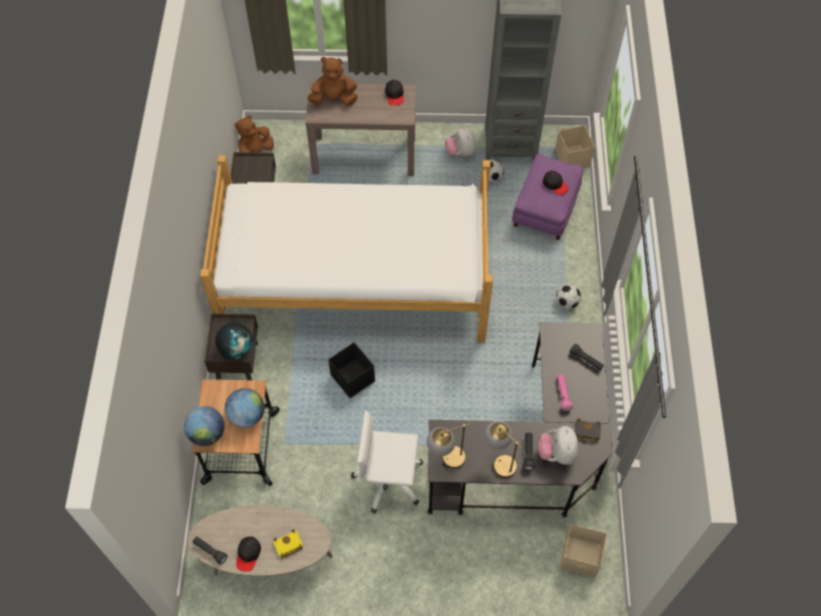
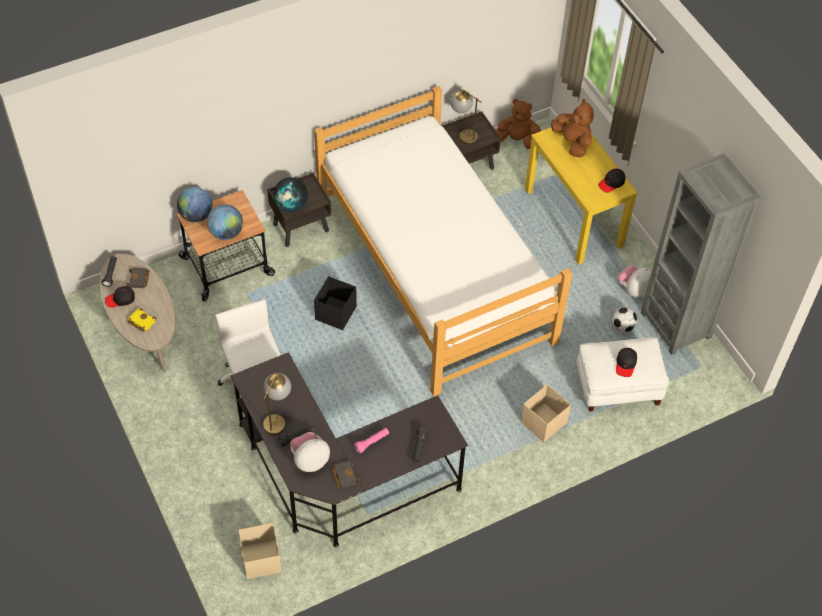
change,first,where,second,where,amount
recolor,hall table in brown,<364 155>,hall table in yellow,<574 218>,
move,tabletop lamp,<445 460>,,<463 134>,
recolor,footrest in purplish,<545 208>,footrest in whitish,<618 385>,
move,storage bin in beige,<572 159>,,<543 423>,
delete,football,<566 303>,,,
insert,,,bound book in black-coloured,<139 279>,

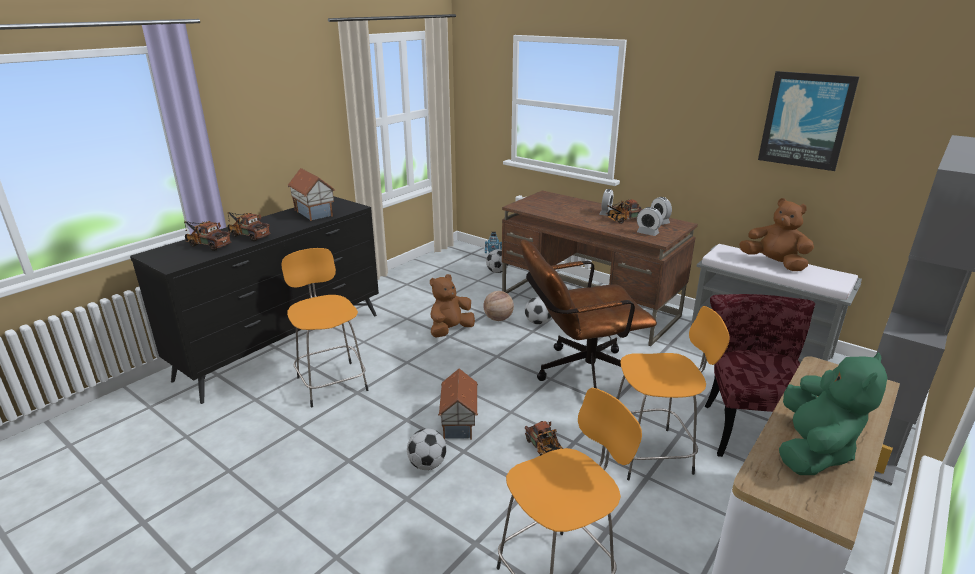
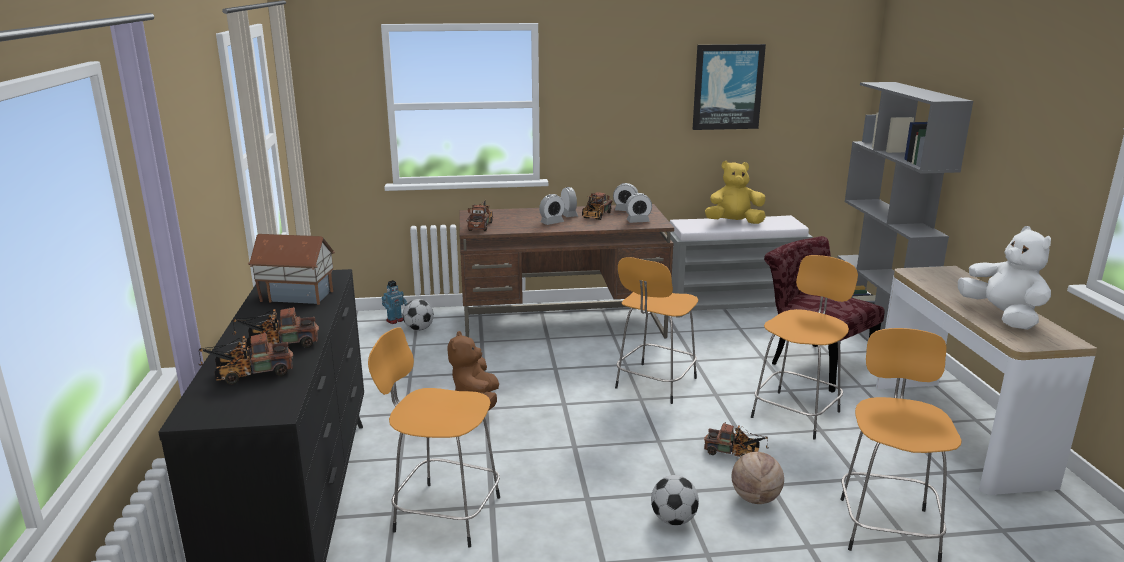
change,first,where,second,where,amount
delete,toy house,<460 423>,,,
move,basketball,<498 319>,,<755 499>,
replace,desk chair in brown,<579 374>,sitting stool in orange-coloured,<654 384>,
delete,football,<538 322>,,,
recolor,cuddly toy in brown,<774 263>,cuddly toy in yellow,<734 223>,
recolor,cuddly toy in green-coloured,<813 450>,cuddly toy in whitish,<1002 316>,
insert,,,toy lorry,<481 225>,
insert,,,bedside clock,<552 222>,

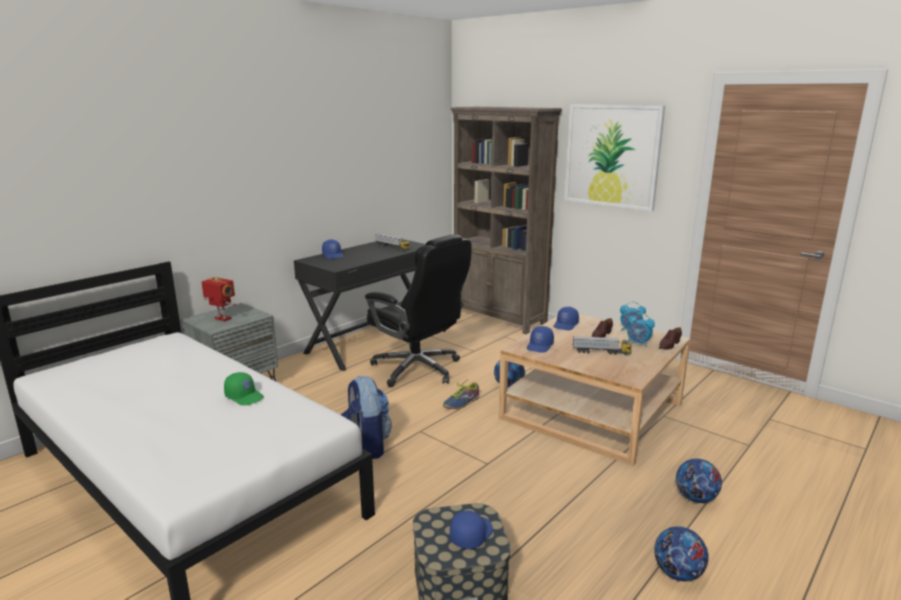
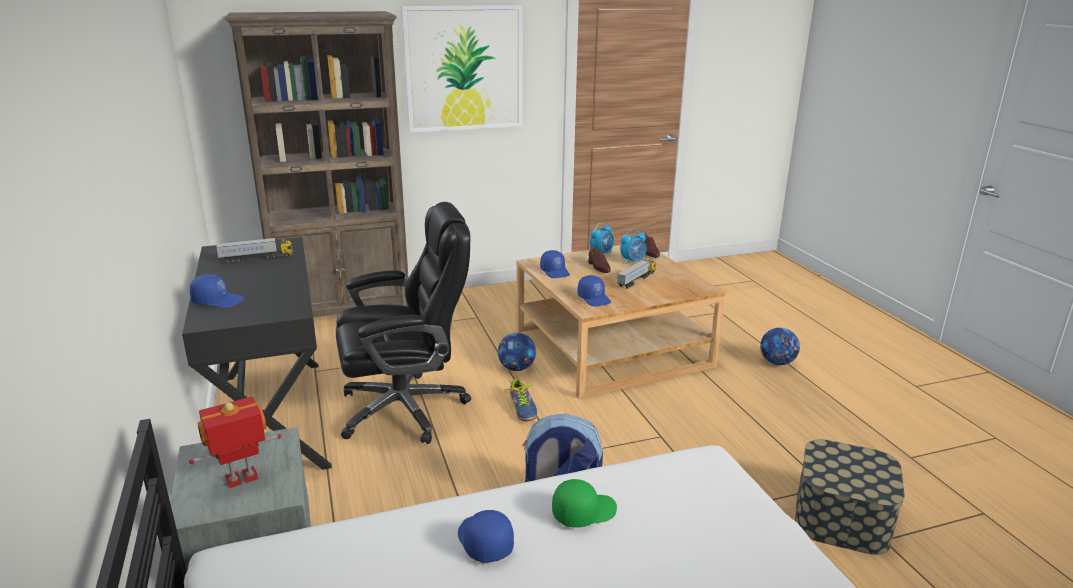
change,first,where,second,where,amount
move,cap in bluish,<471 534>,,<483 542>,
delete,football,<677 573>,,,

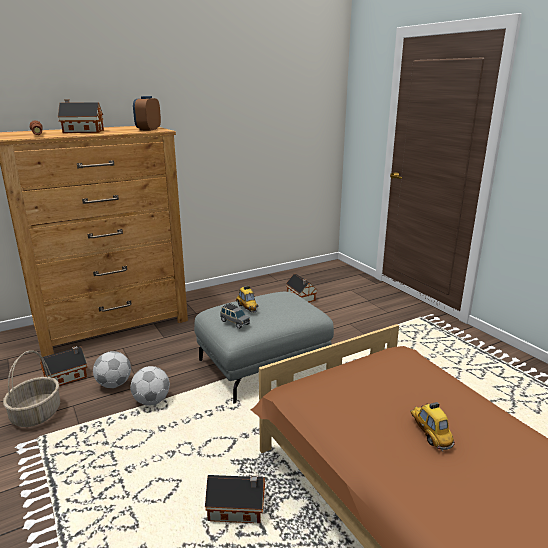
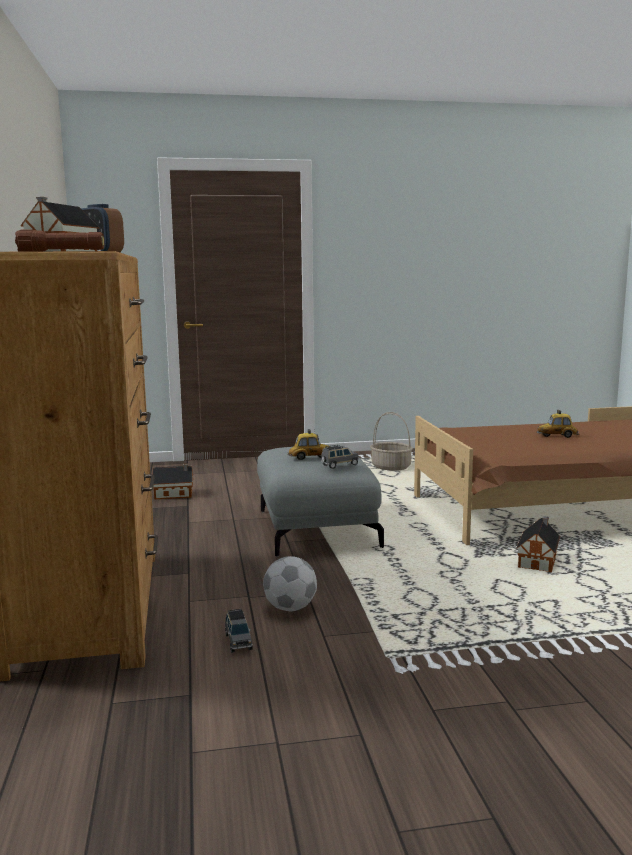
change,first,where,second,where,amount
move,basket,<36 414>,,<391 467>,
replace,toy house,<67 376>,miniature car in gray,<238 641>,
delete,football,<151 401>,,,

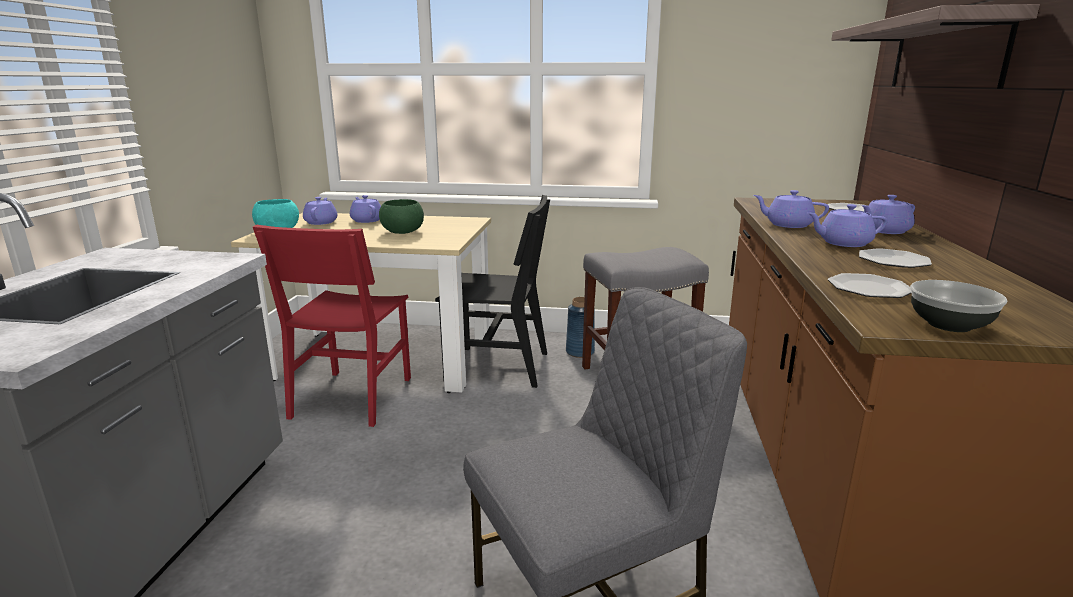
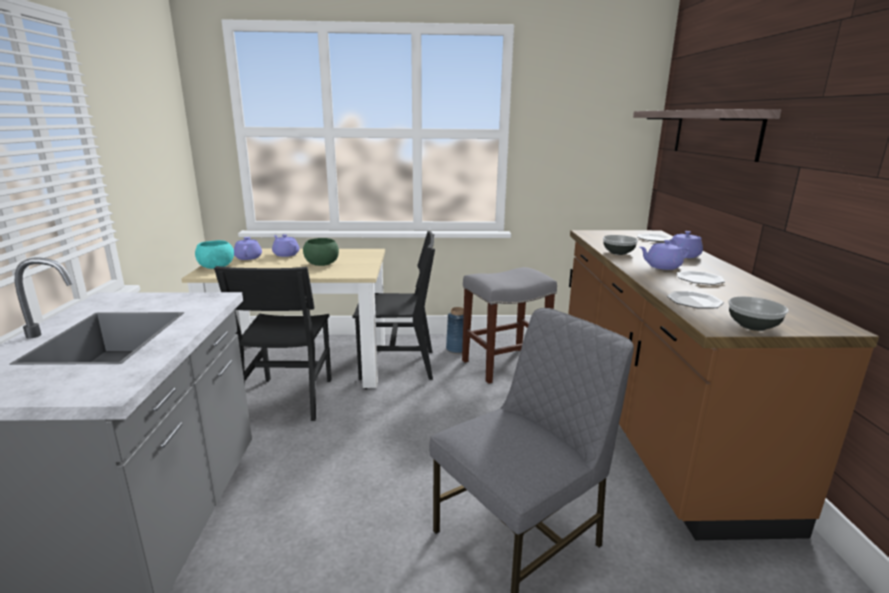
change,first,where,second,where,amount
recolor,chair in red-coloured,<352 397>,chair in black-coloured,<288 398>,
replace,pot for tea in purplish,<787 225>,serving bowl,<618 253>,

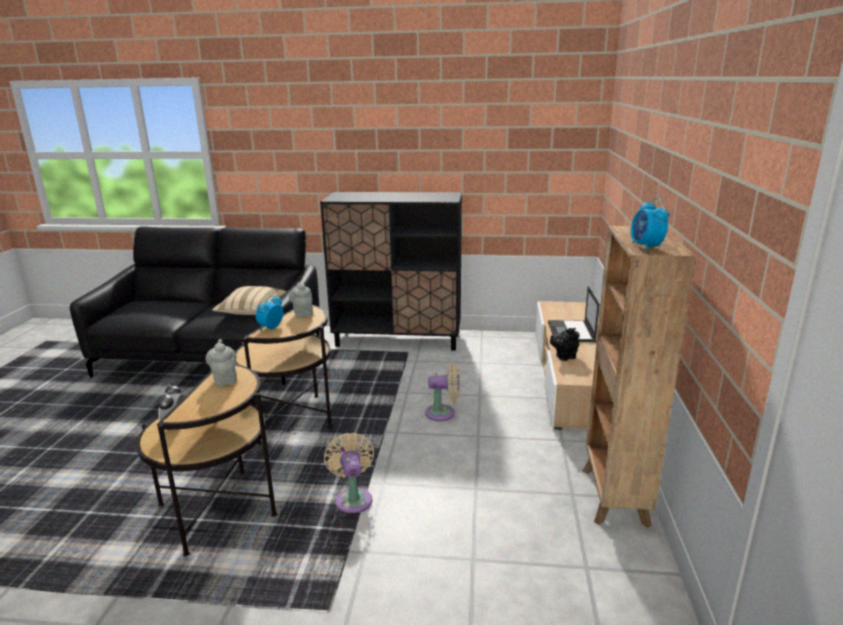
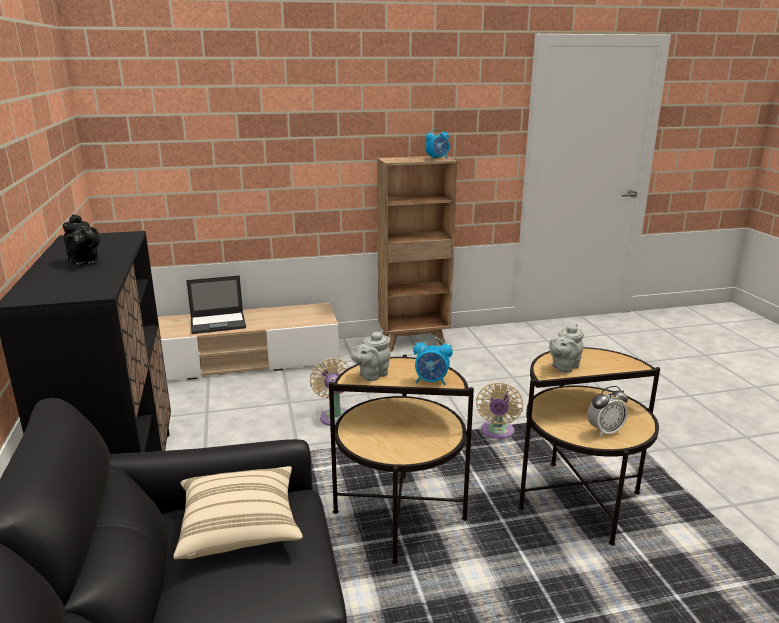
change,first,where,second,where,amount
rotate,cooling fan in beige,<353 498>,,<497 433>,45 degrees counterclockwise
move,pot for tea in black-coloured,<564 357>,,<84 262>,

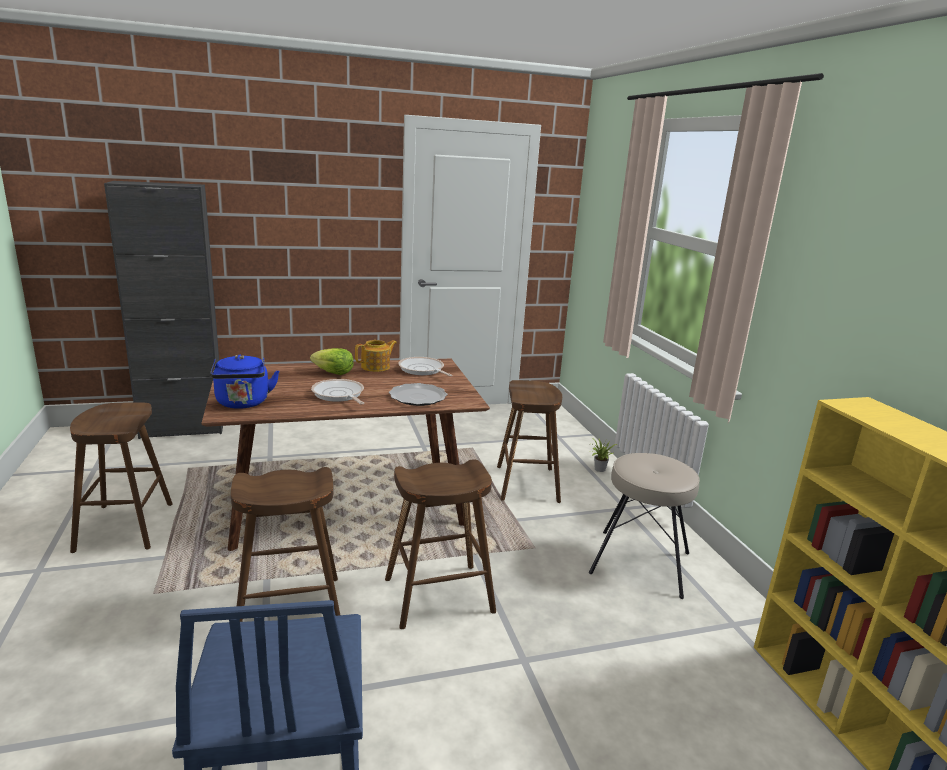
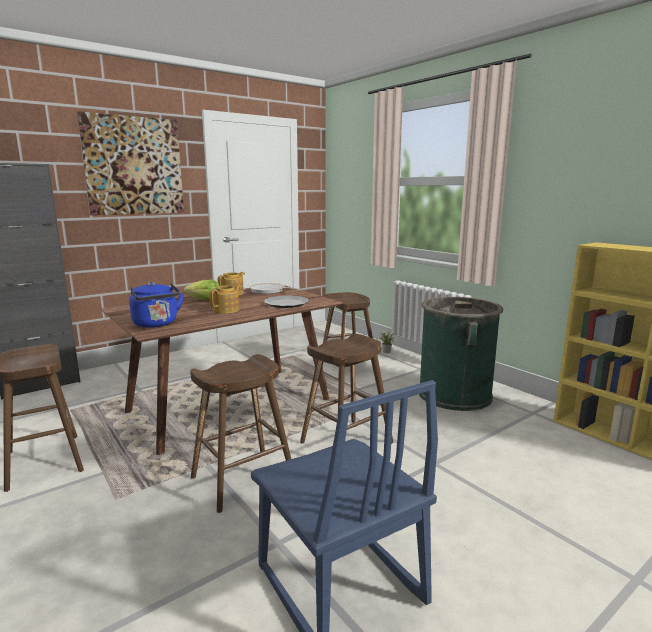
change,first,where,second,where,amount
replace,skillet,<339 395>,pot for tea,<227 310>,
replace,sitting stool in beige,<640 562>,rubbish bin in green-coloured,<454 394>,
insert,,,picture,<134 166>,

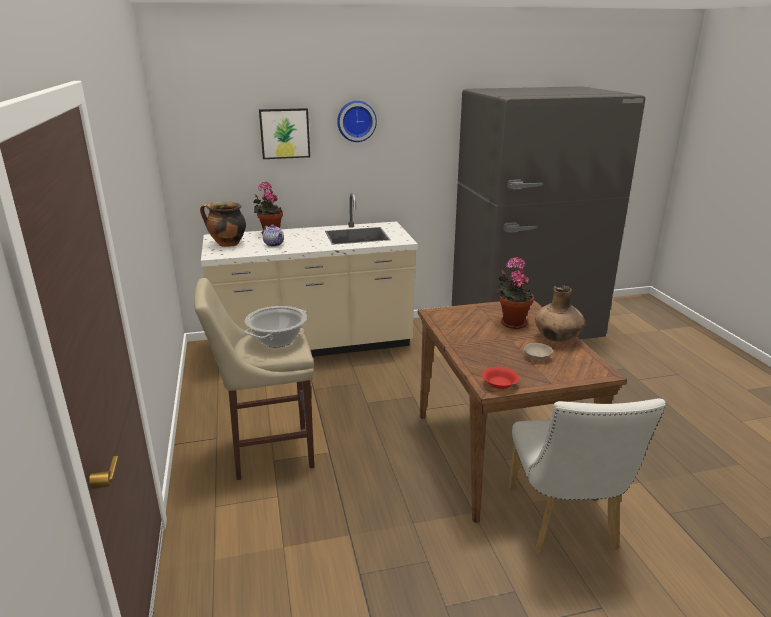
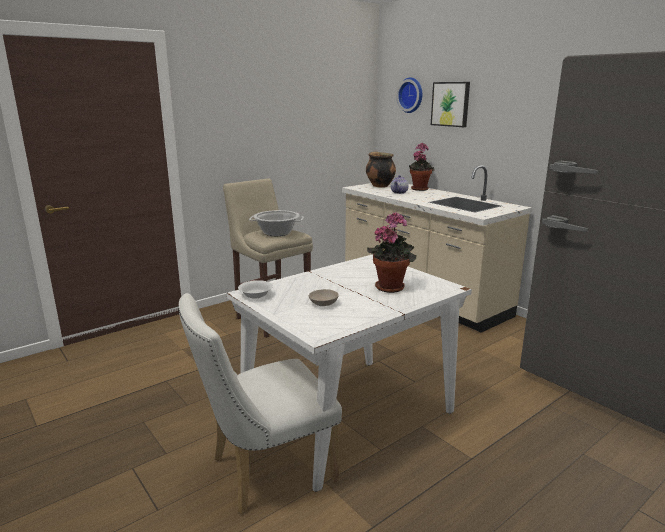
change,first,where,second,where,amount
move,wall clock,<356 121>,,<411 95>,
recolor,dinner table in brown,<499 452>,dinner table in whitish,<349 414>,
recolor,serving bowl in red-coloured,<499 384>,serving bowl in whitish,<256 295>,
delete,decorative vase in brown,<557 339>,,,

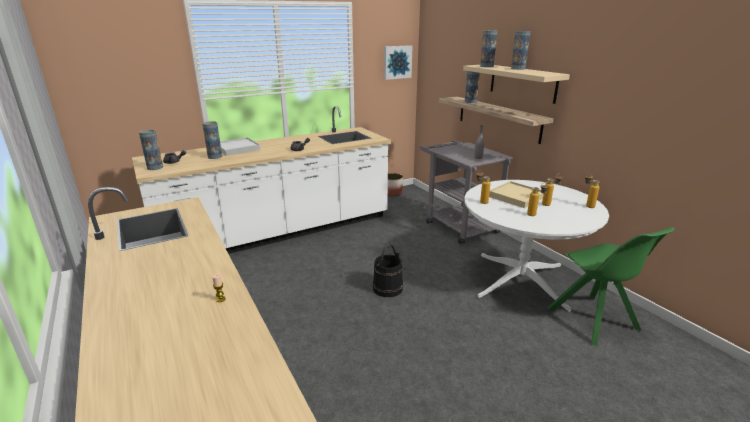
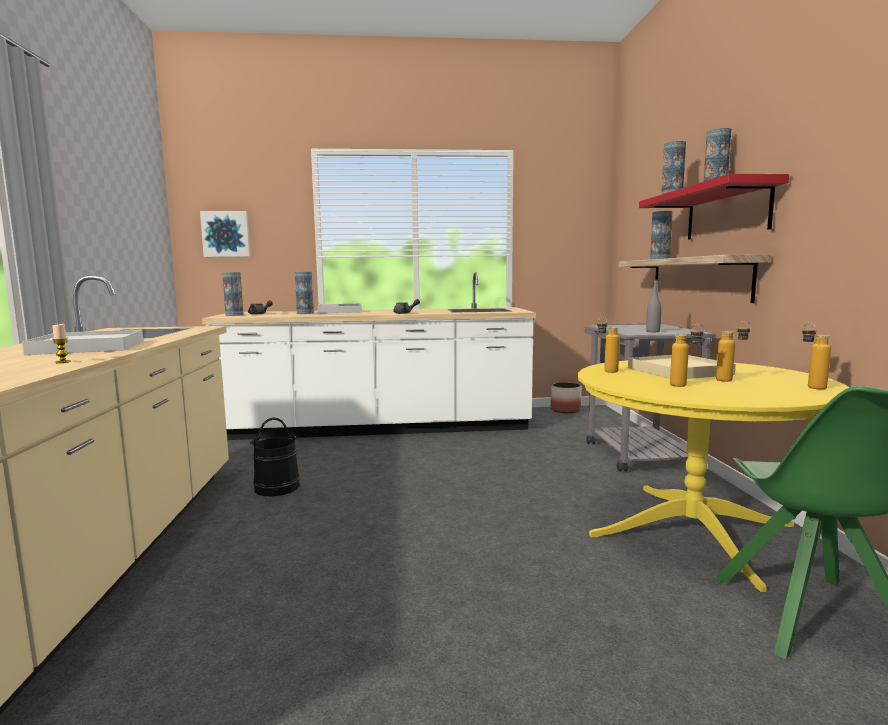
change,first,where,second,where,amount
move,bucket in black-coloured,<387 288>,,<277 487>,
move,picture,<397 62>,,<226 234>,
recolor,bracket shelf in beige,<522 83>,bracket shelf in red-coloured,<726 212>,
recolor,dinner table in whitish,<520 280>,dinner table in yellow,<691 530>,
insert,,,carrying tray in whitish,<89 347>,

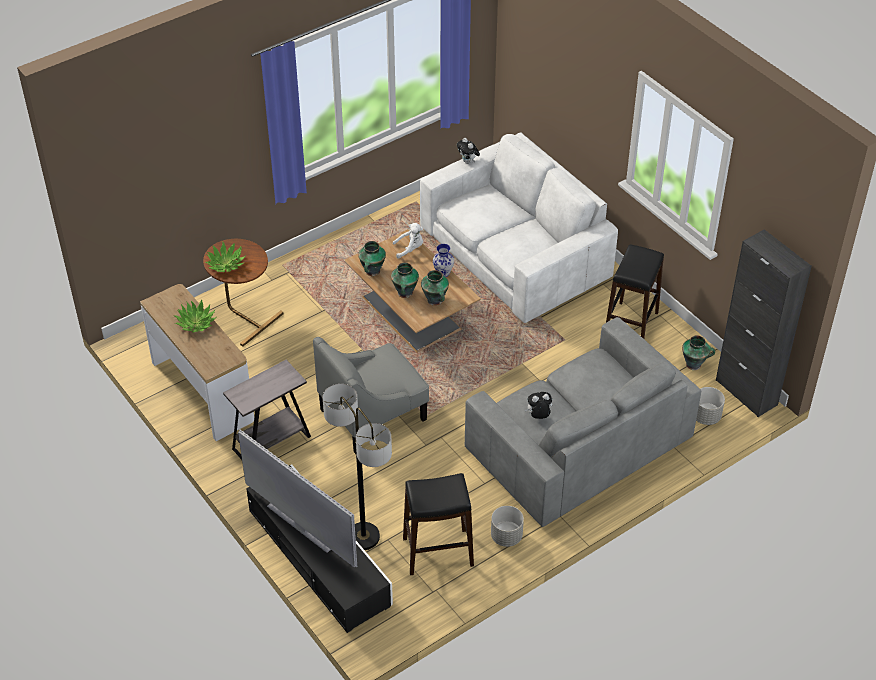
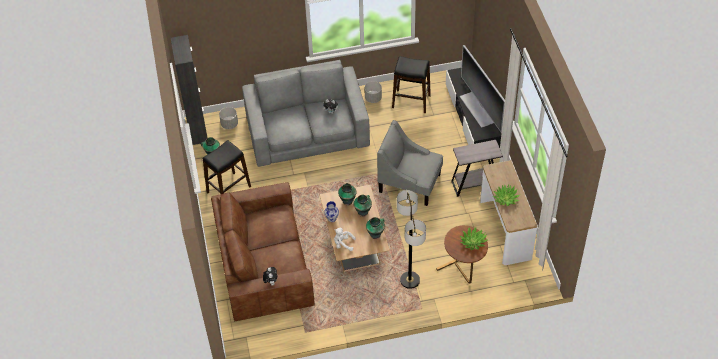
change,first,where,second,where,amount
rotate,lounge chair in gray,<373 414>,,<410 183>,150 degrees counterclockwise
move,standing lamp,<363 537>,,<409 280>,
recolor,settee in whitish,<515 253>,settee in brown,<263 264>,

